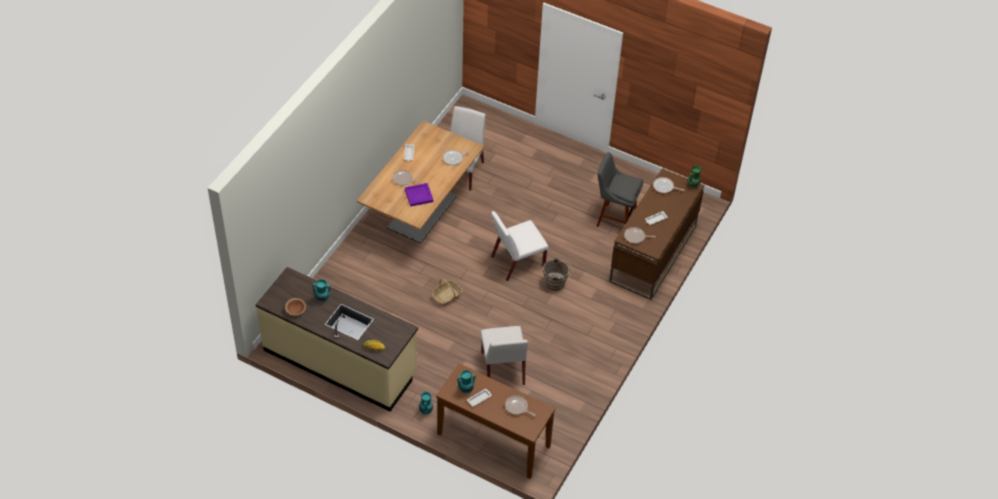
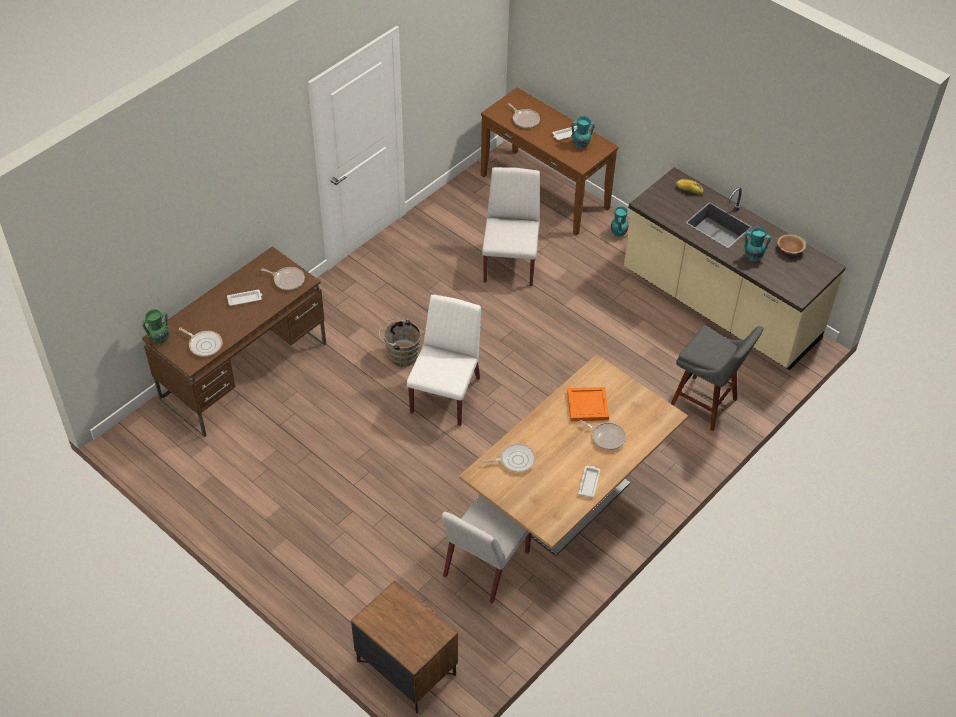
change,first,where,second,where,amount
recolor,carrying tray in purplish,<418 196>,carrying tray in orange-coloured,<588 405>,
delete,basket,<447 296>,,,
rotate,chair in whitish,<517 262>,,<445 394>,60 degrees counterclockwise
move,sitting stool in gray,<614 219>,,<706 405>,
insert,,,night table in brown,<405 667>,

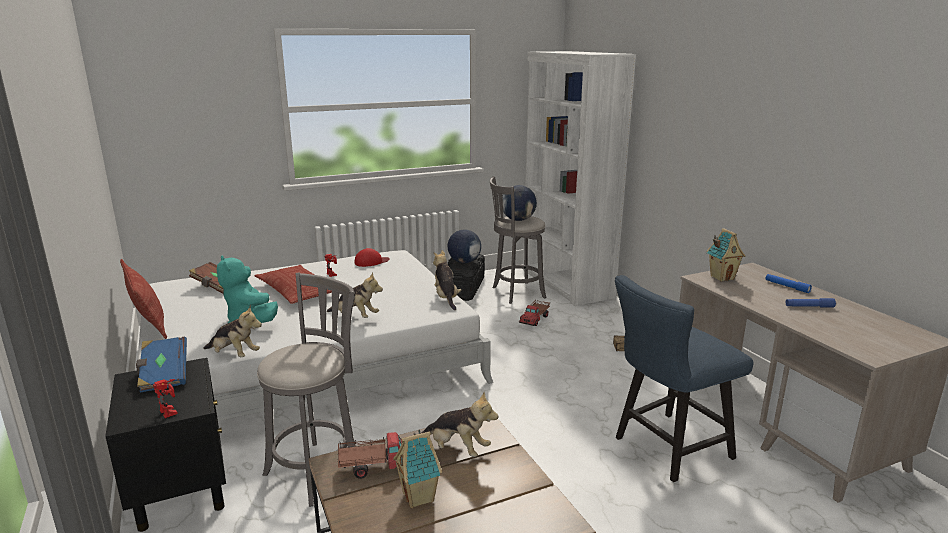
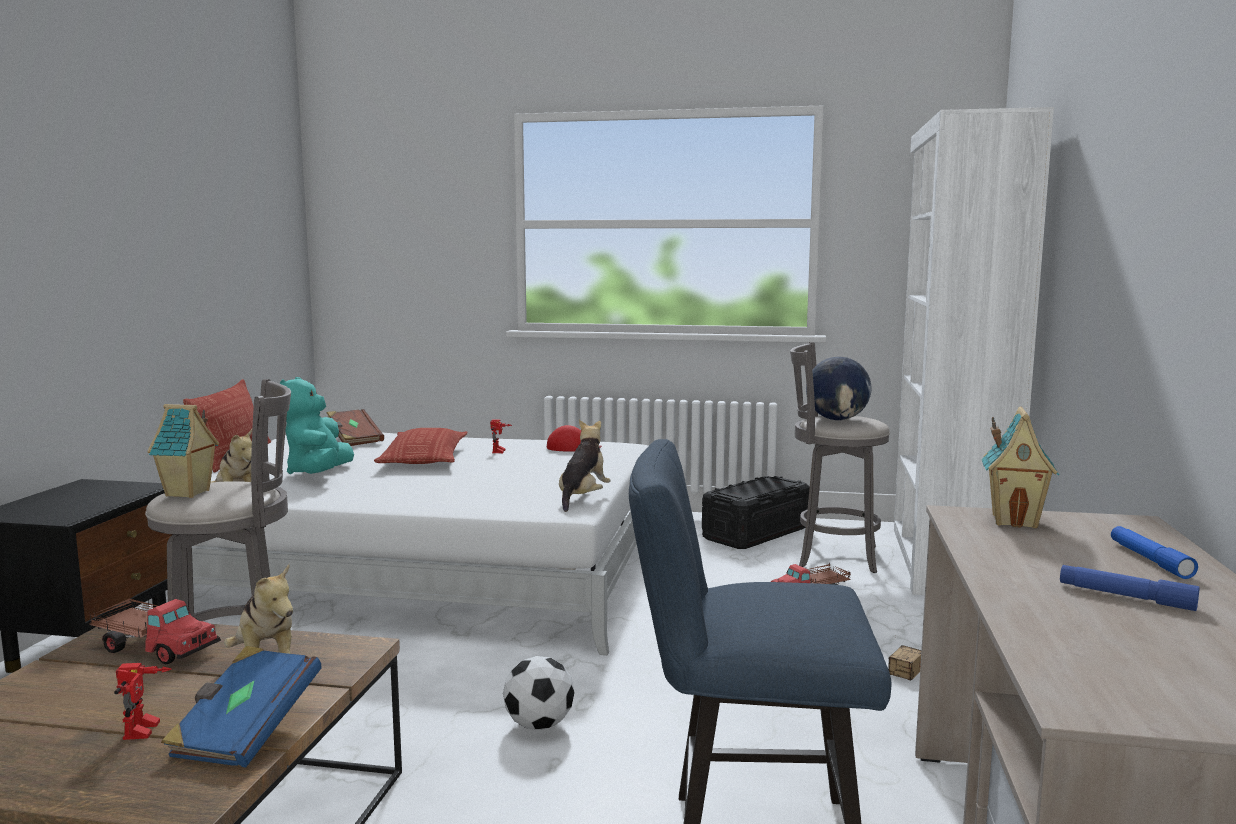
change,first,where,second,where,amount
move,bound book in bluish,<164 375>,,<245 731>,
move,robot figure,<171 412>,,<146 731>,
delete,cuddly toy,<355 317>,,,
move,toy house,<419 497>,,<188 493>,
delete,desk globe,<464 262>,,,
insert,,,football,<539 725>,

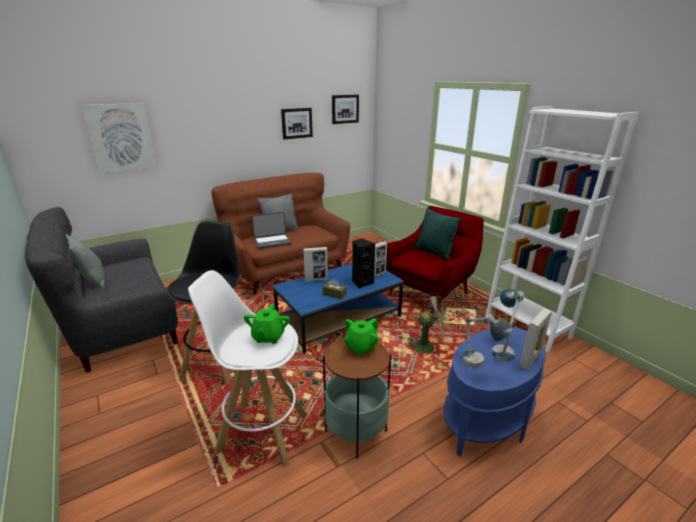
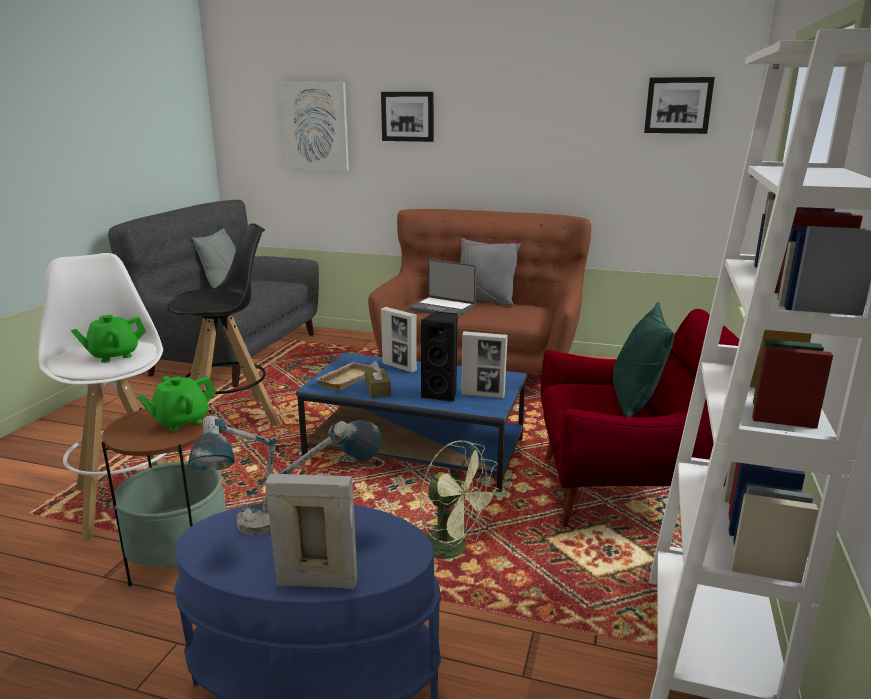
change,first,where,second,where,amount
move,picture,<296 123>,,<408 116>,
rotate,pot for tea in green-coloured,<360 347>,,<181 421>,45 degrees counterclockwise
insert,,,carrying tray in beige,<345 379>,

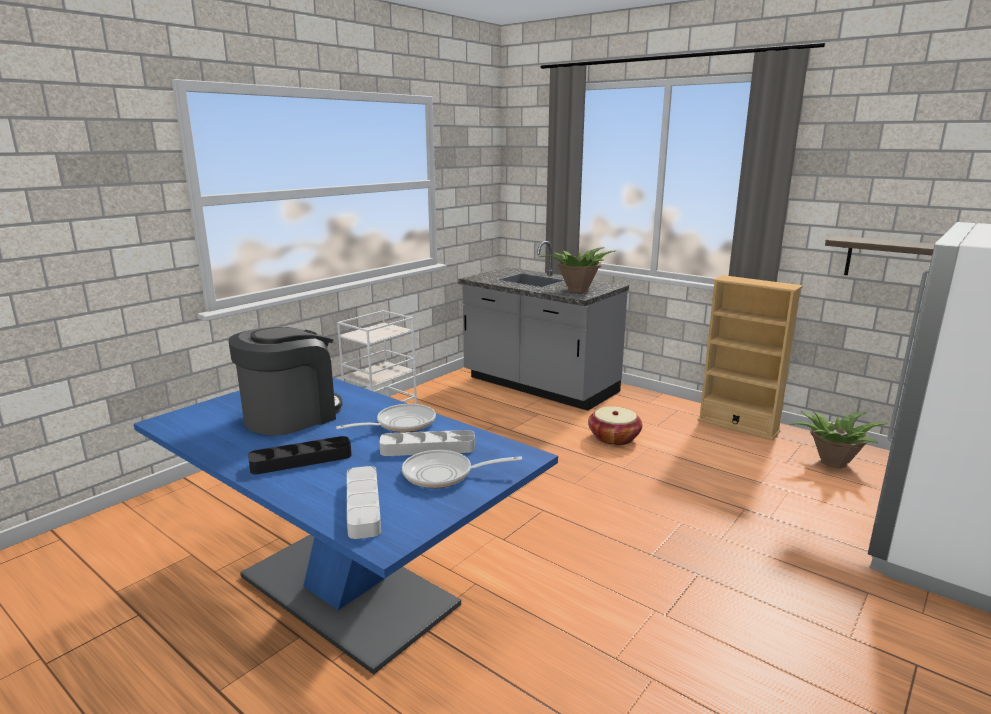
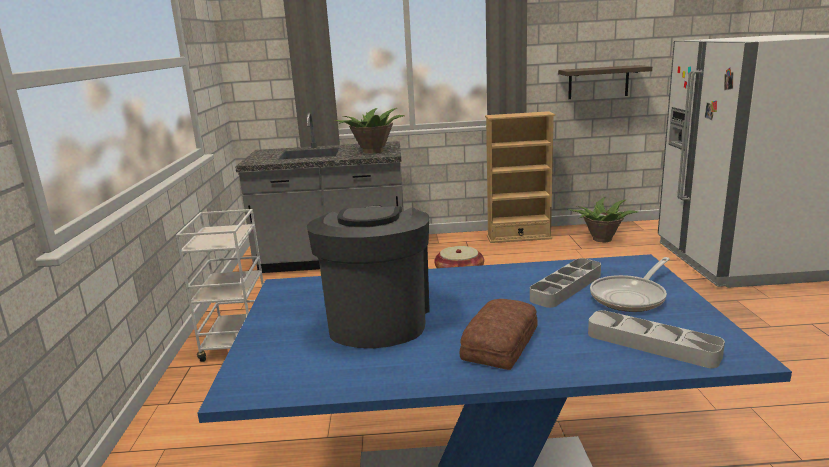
change,first,where,second,where,amount
replace,carrying tray in black-coloured,<301 460>,bakery bread,<502 343>,
delete,skillet,<401 424>,,,

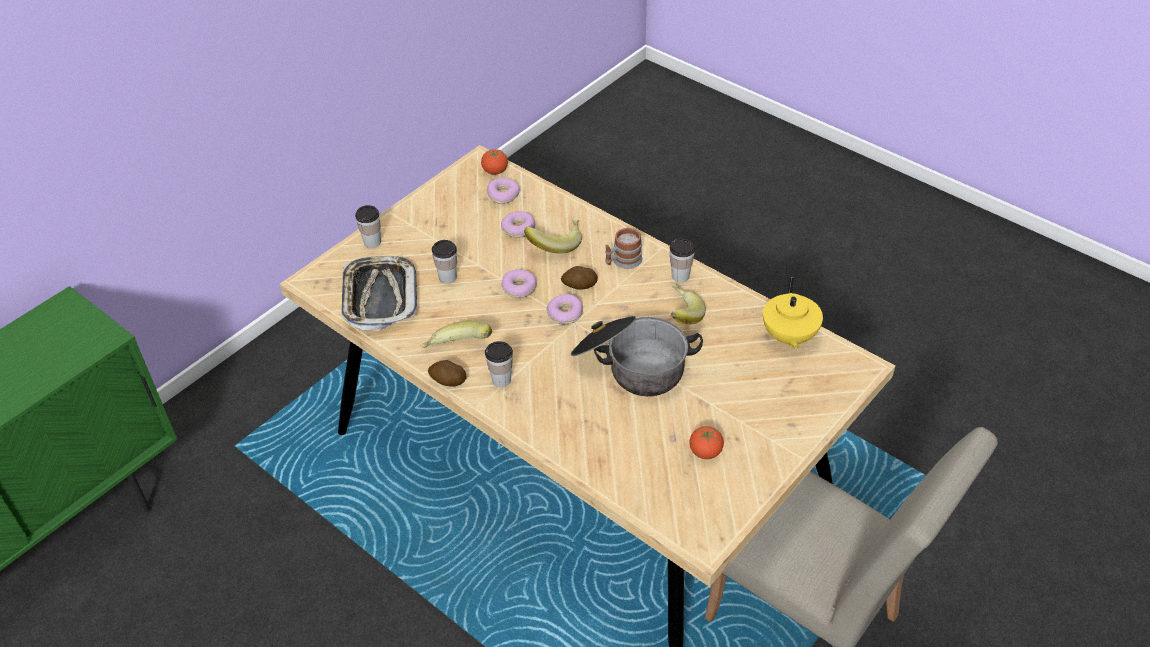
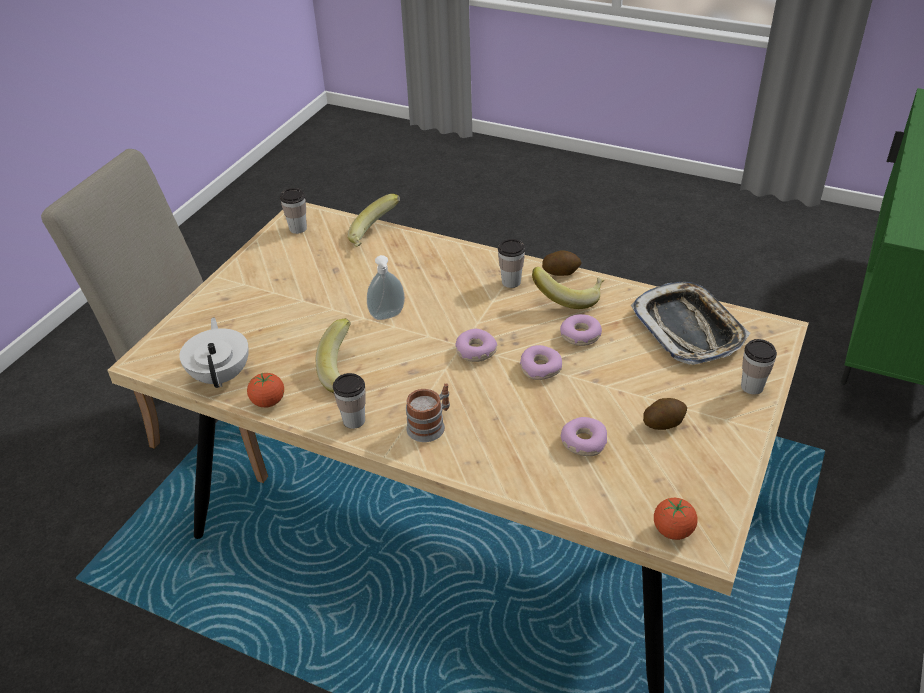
change,first,where,second,where,amount
move,small cup,<448 277>,,<298 228>,
move,ring doughnut,<503 195>,,<580 335>,
move,banana fruit,<555 244>,,<375 236>,
move,spud,<579 286>,,<663 423>,
replace,cooking pot,<631 366>,soap dispenser,<388 316>,
move,tomato,<705 452>,,<268 402>,
recolor,pot for tea in yellow,<788 337>,pot for tea in whitish,<221 375>,

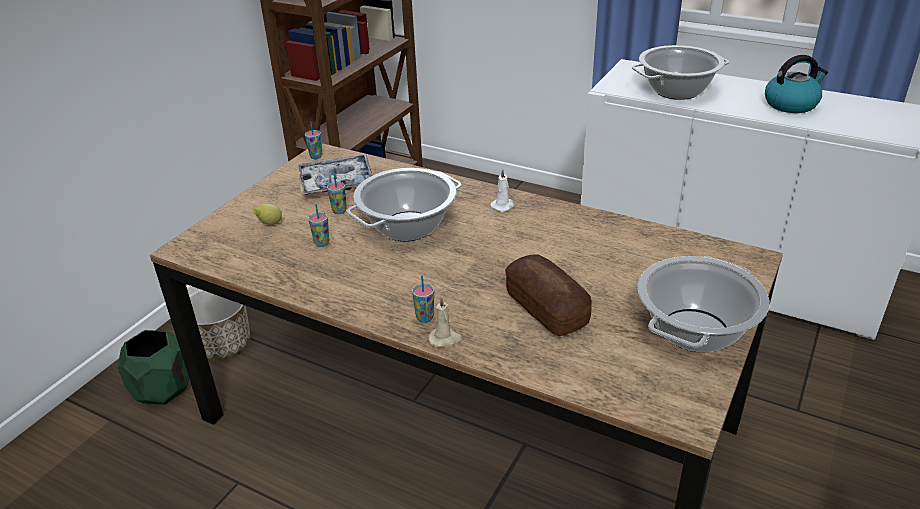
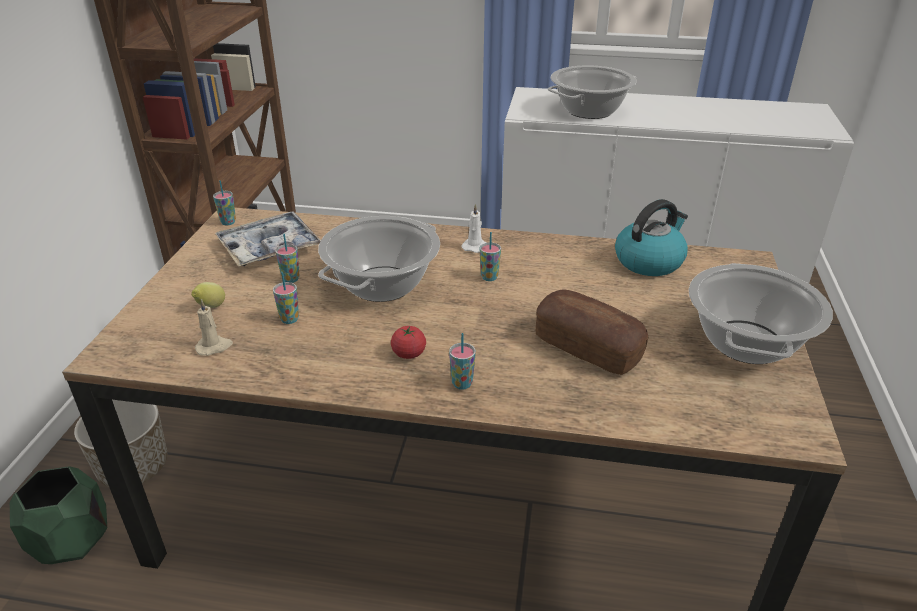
change,first,where,second,where,amount
move,wax candle in beige,<445 339>,,<214 347>,
move,kettle,<791 104>,,<649 261>,
insert,,,tomato,<409 353>,
insert,,,small cup,<489 277>,

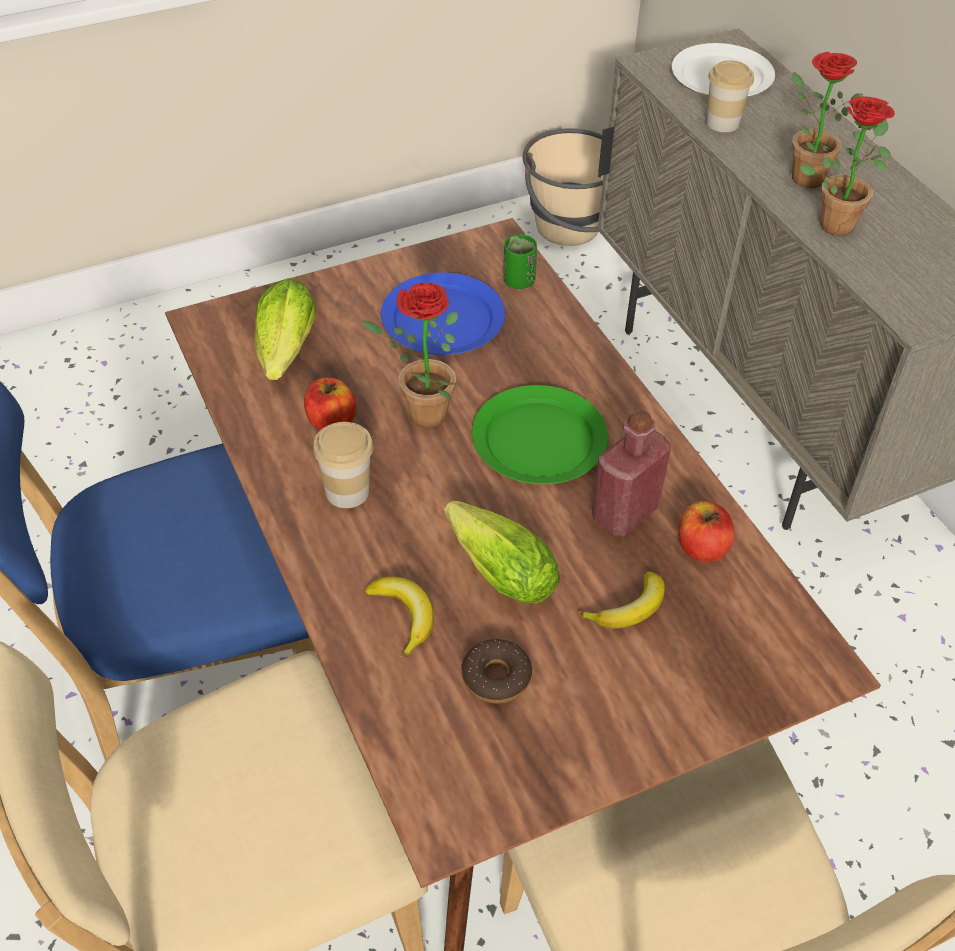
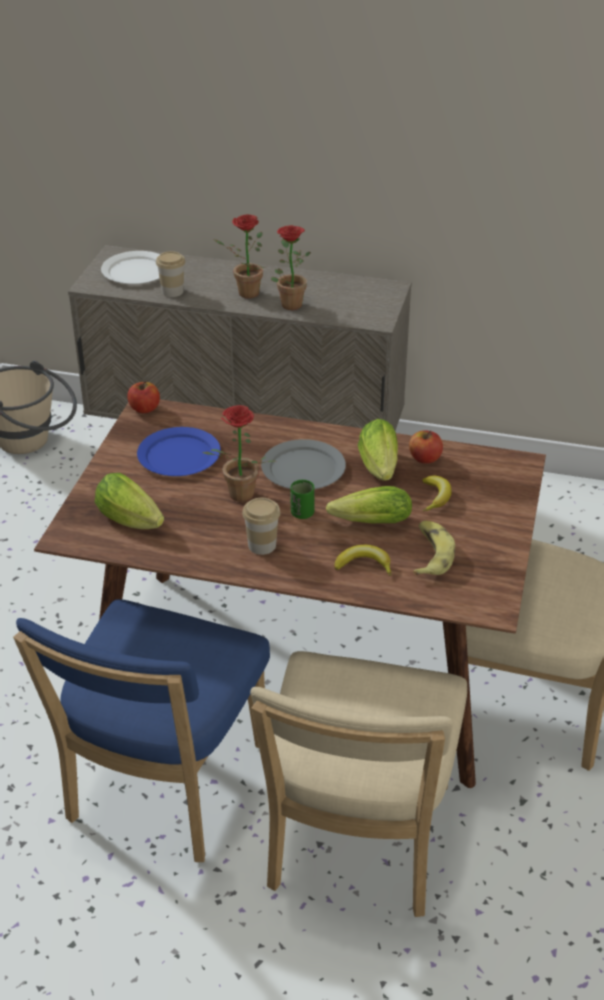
change,first,where,second,where,amount
move,apple,<331 421>,,<144 409>,
replace,ring doughnut,<496 677>,banana fruit,<430 554>,
recolor,dinner plate in green-coloured,<538 440>,dinner plate in gray,<303 469>,
move,small cup in green-coloured,<518 281>,,<302 513>,
replace,bottle in red-coloured,<625 513>,lettuce head,<379 468>,

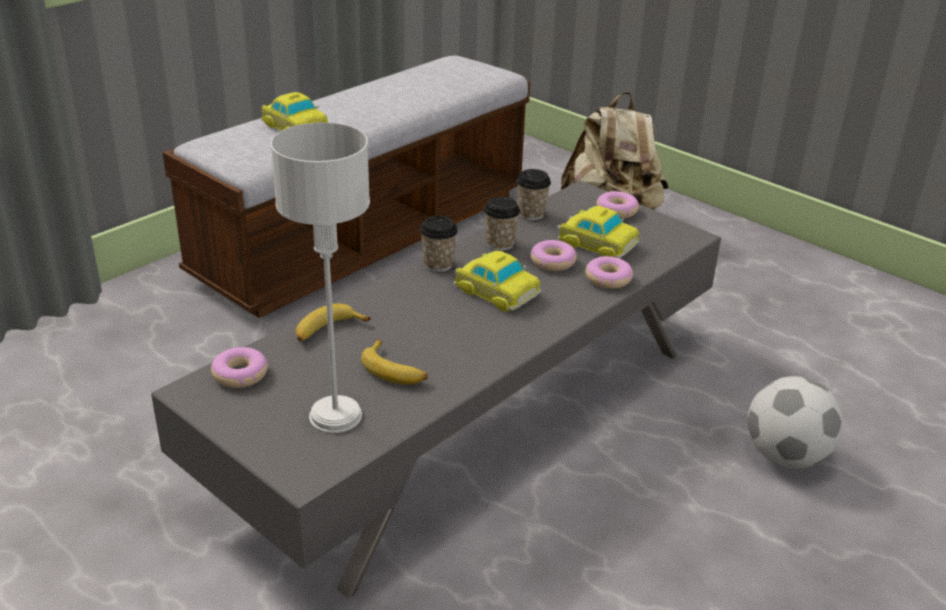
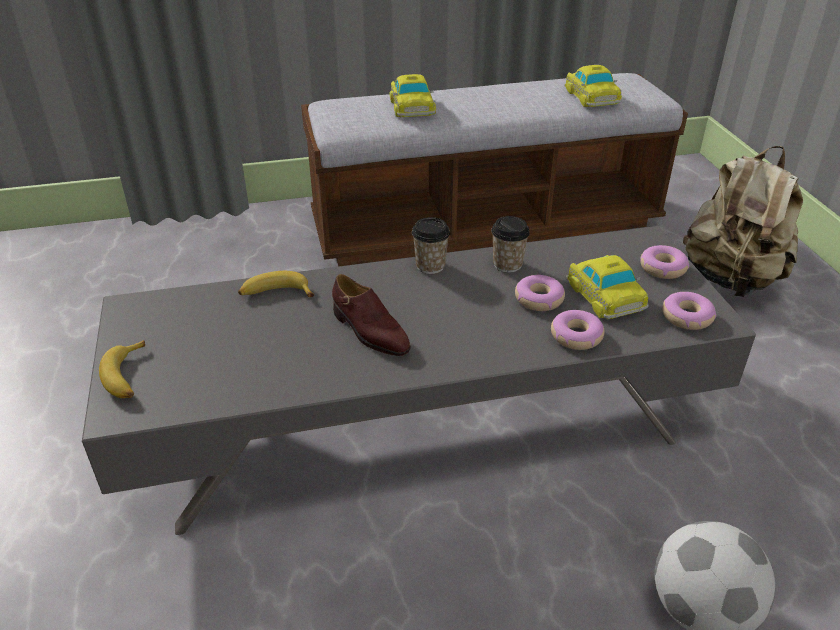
change,first,where,second,where,amount
move,ring doughnut,<240 375>,,<687 317>,
delete,tabletop lamp in gray,<336 416>,,,
move,banana fruit,<395 370>,,<127 377>,
move,miniature car,<495 290>,,<591 96>,
delete,small cup,<531 214>,,,
insert,,,shoe in brown,<370 332>,

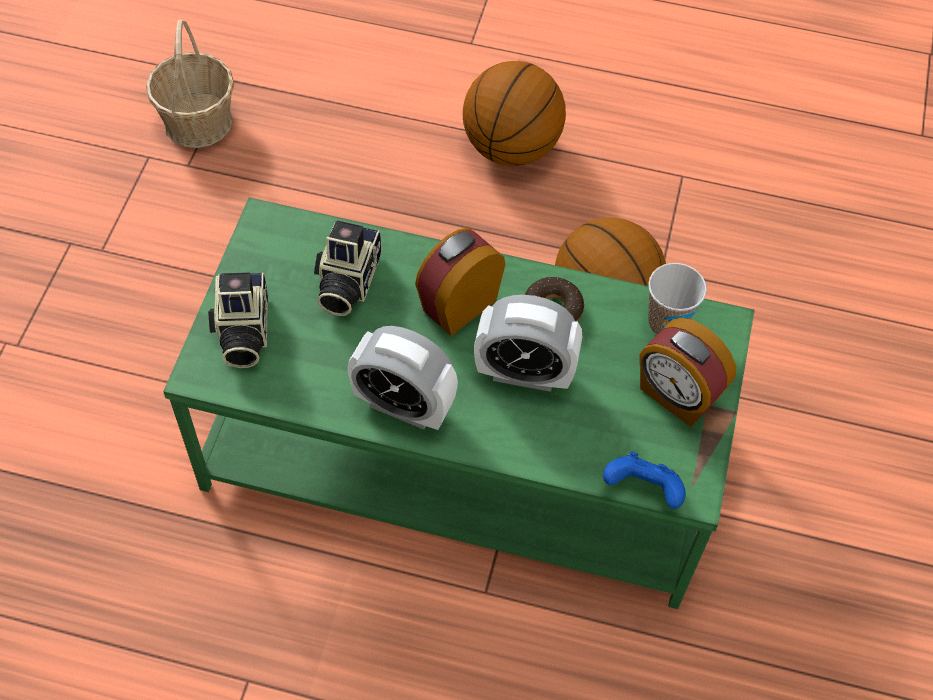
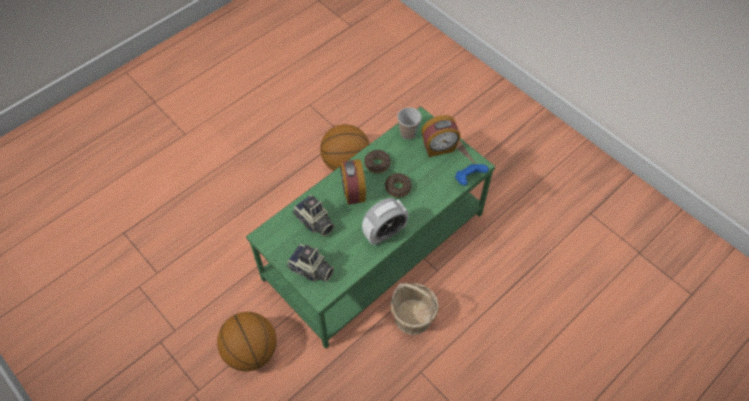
change,first,where,second,where,amount
move,basket,<198 121>,,<412 316>,
move,basketball,<511 147>,,<251 351>,
replace,bedside clock,<524 373>,ring doughnut,<398 187>,

